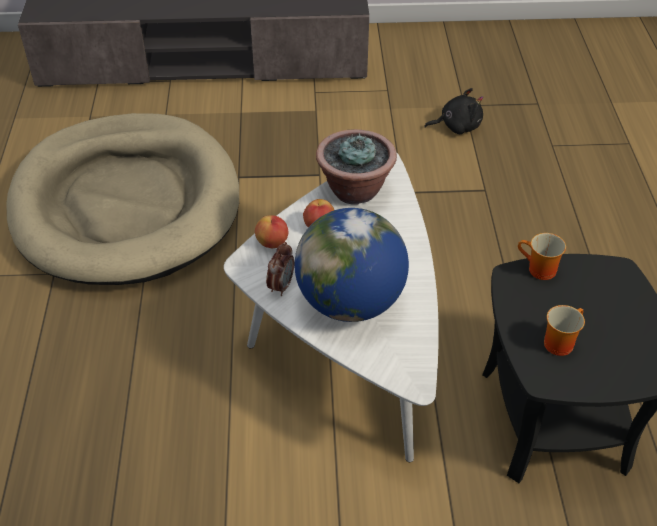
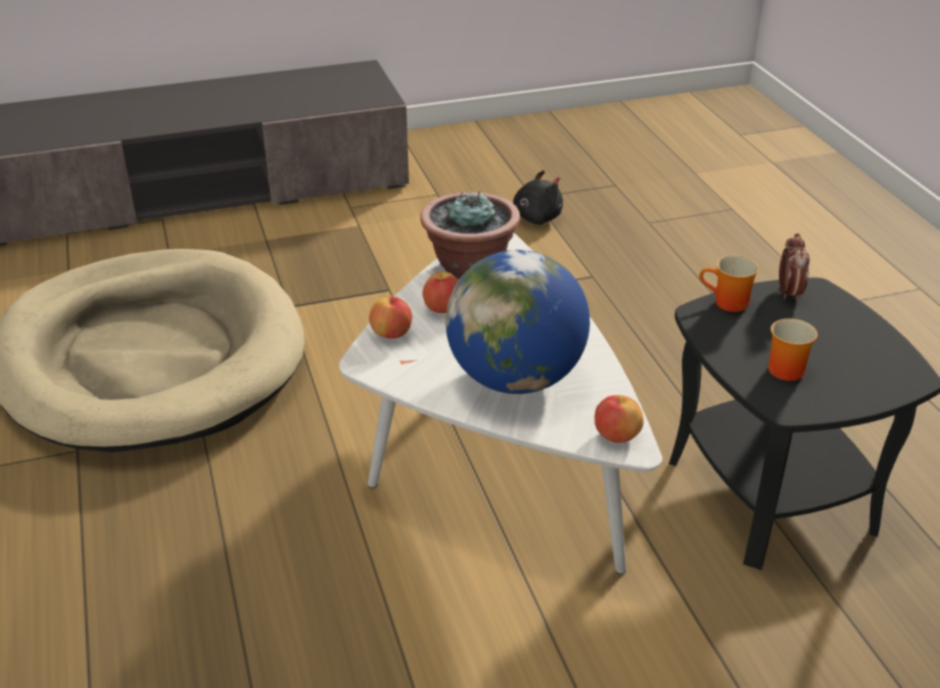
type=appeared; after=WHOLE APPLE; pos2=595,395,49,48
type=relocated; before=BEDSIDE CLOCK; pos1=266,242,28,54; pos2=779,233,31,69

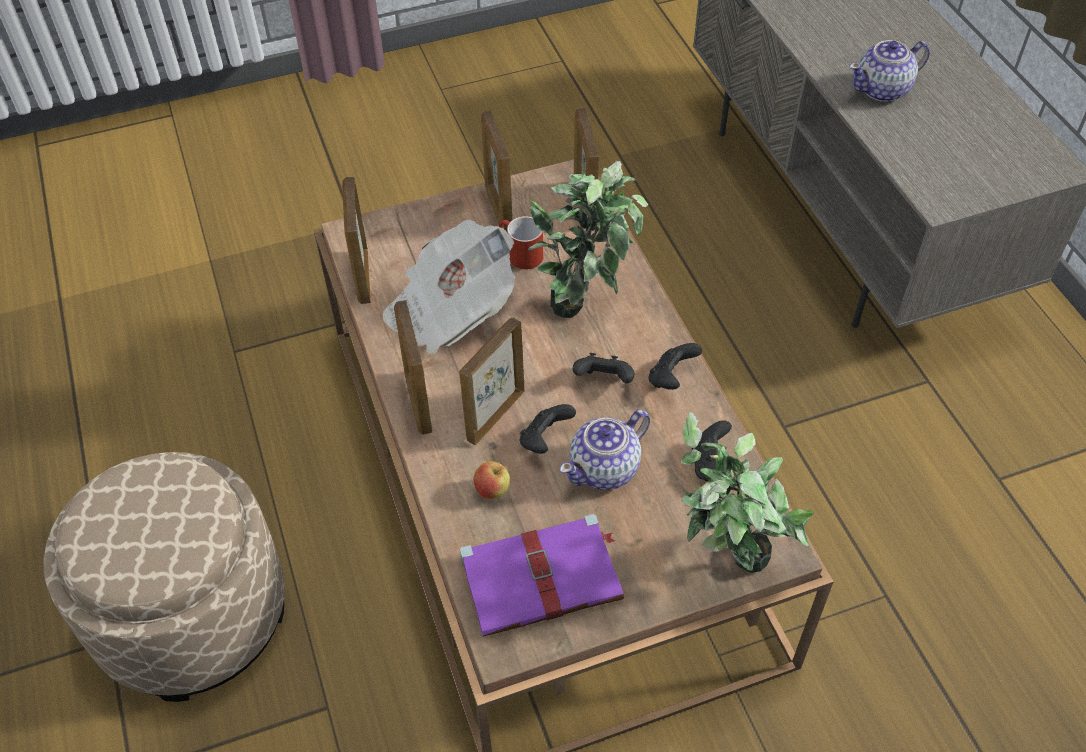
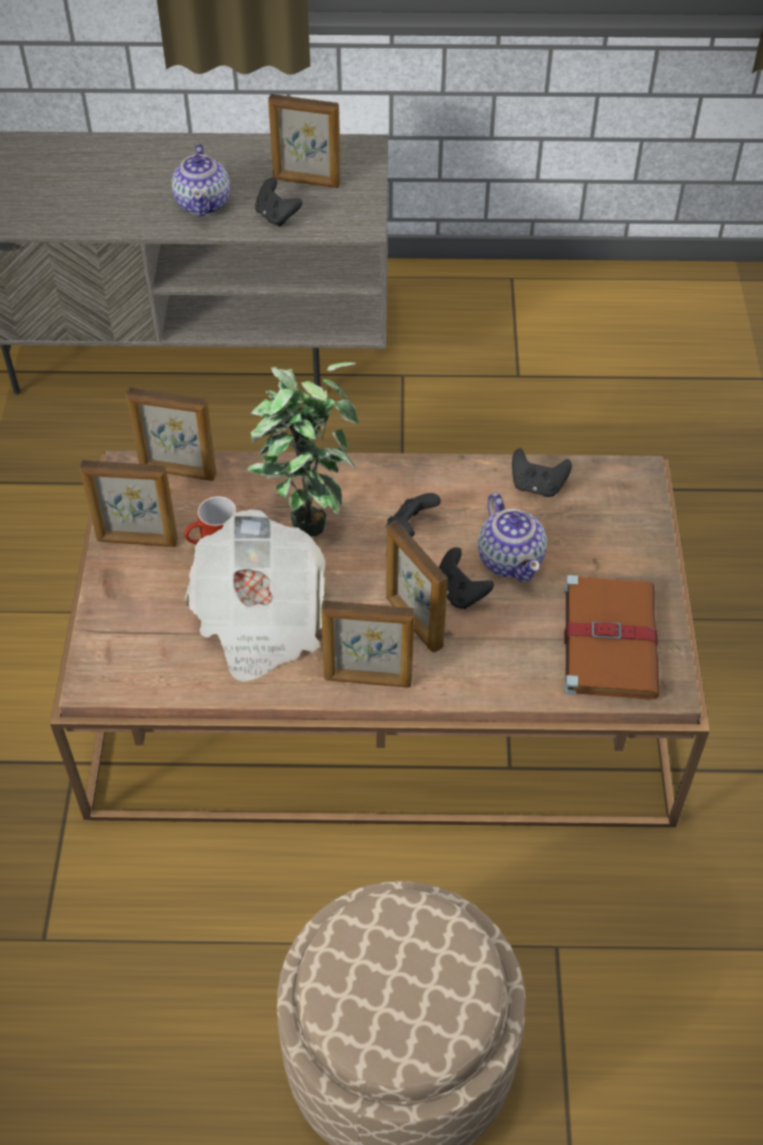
type=missing; before=WHOLE APPLE; pos1=473,461,37,38
type=missing; before=PLANT IN A POT; pos1=681,412,133,161
type=relocated; before=PICTURE FRAME; pos1=342,177,29,127; pos2=268,94,72,94
type=relocated; before=BLACK-COLOURED JOYPAD; pos1=648,343,54,47; pos2=255,177,47,50
type=colour; before=PURPLE-COLOURED BOOK; after=BROWN-COLOURED BOOK; pos1=460,514,164,123; pos2=564,575,95,125

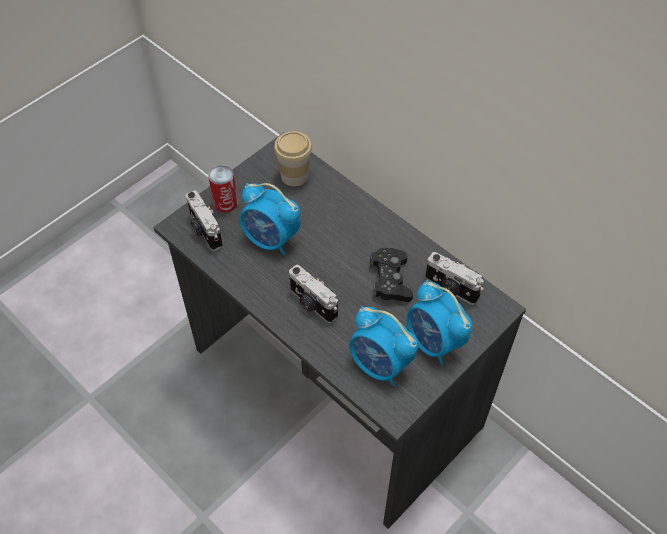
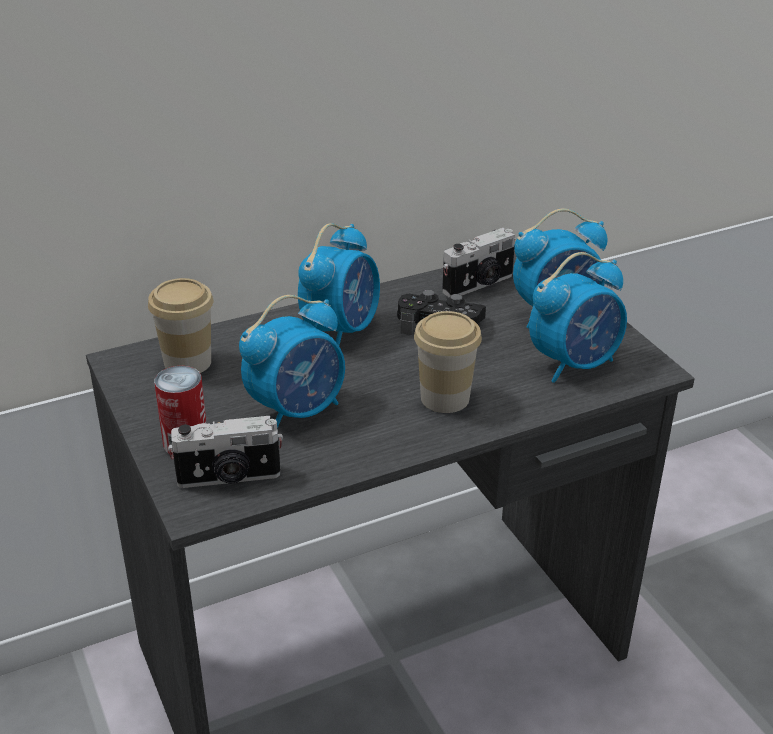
type=appeared; after=BEDSIDE CLOCK; pos2=298,223,82,123
type=exchanged; before=STILL CAMERA; after=DRINKING CUP; pos1=289,265,49,58; pos2=414,311,68,102

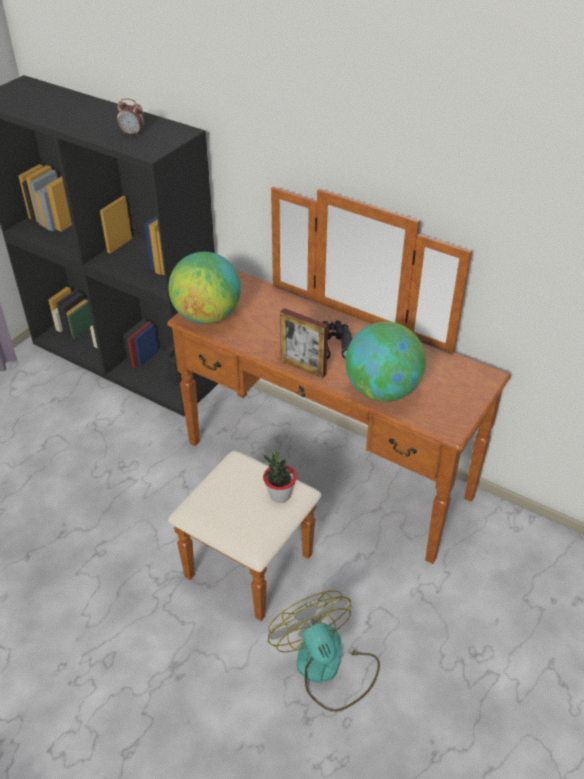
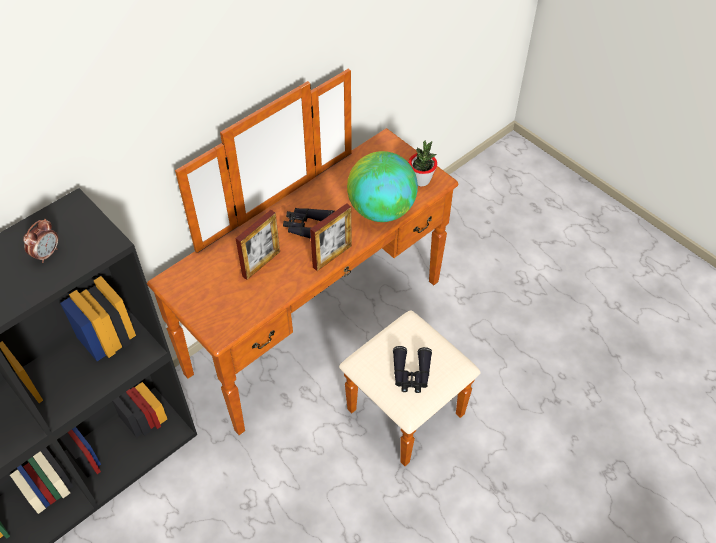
type=missing; before=WORLD GLOBE; pos1=168,252,73,72
type=missing; before=COOLING FAN; pos1=268,591,112,121
type=appeared; after=PICTURE FRAME; pos2=236,210,44,70
type=appeared; after=BLACK-COLOURED BINOCULARS; pos2=393,346,39,47
type=relocated; before=PLANT IN A POT; pos1=263,451,34,52; pos2=408,140,29,46

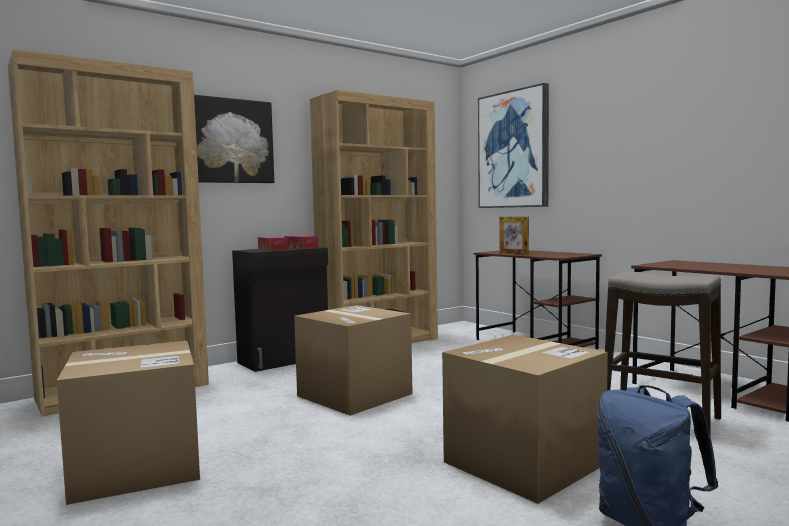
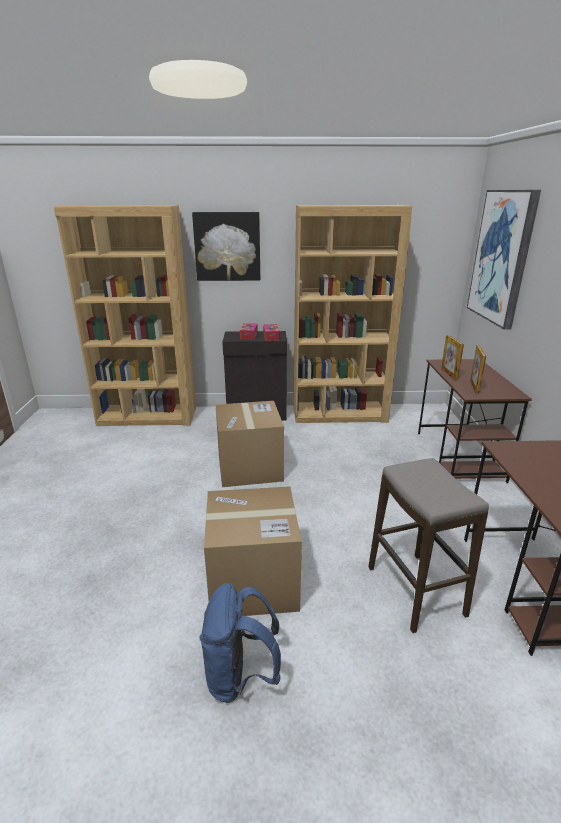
type=missing; before=CARTON; pos1=57,341,143,164
type=appeared; after=PICTURE FRAME; pos2=470,345,16,49

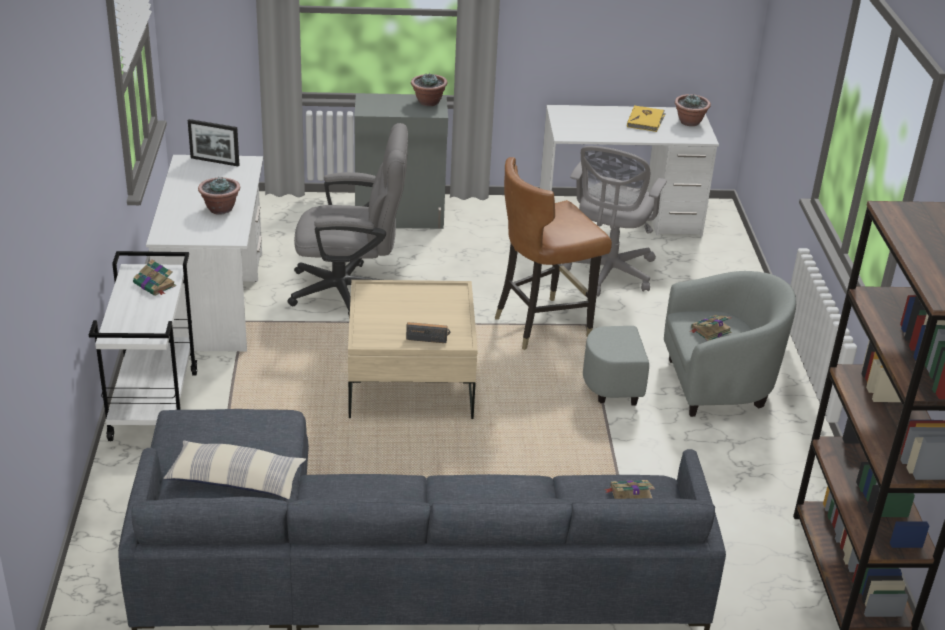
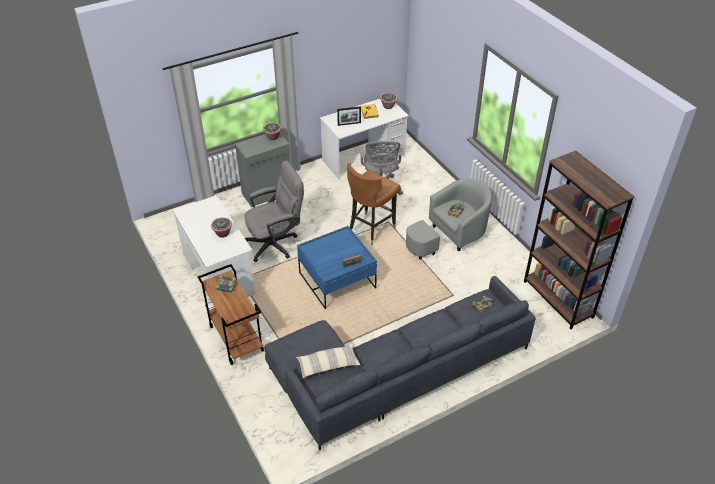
type=relocated; before=PICTURE FRAME; pos1=188,119,51,47; pos2=337,106,24,20
type=colour; before=WHITE WHEELED CART; after=BROWN-COLOURED WHEELED CART; pos1=89,251,108,190; pos2=198,264,66,101
type=colour; before=BEIGE-COLOURED COFFEE TABLE; after=BLUISH COFFEE TABLE; pos1=348,280,130,139; pos2=297,226,80,84

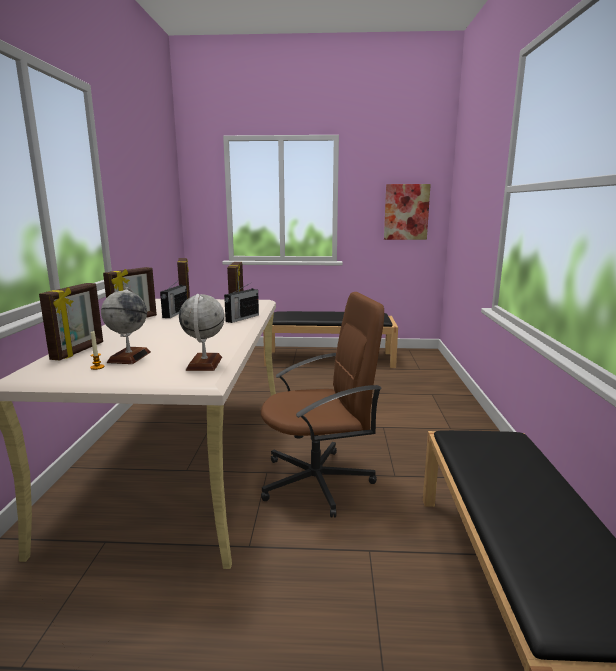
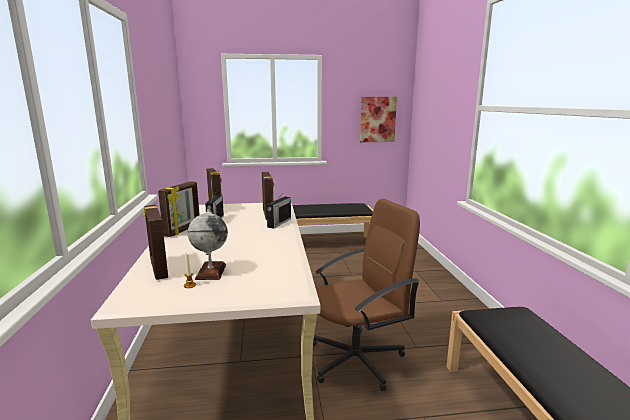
type=missing; before=WORLD GLOBE; pos1=179,294,46,77
type=spun; before=PICTURE FRAME; pos1=39,283,64,78; pos2=143,205,25,75; turn=150

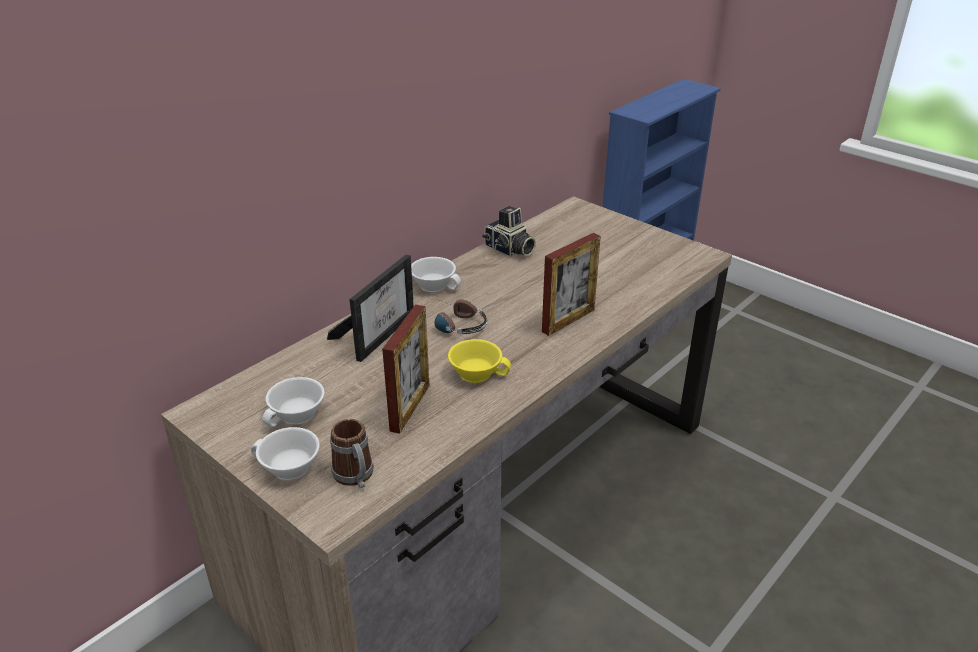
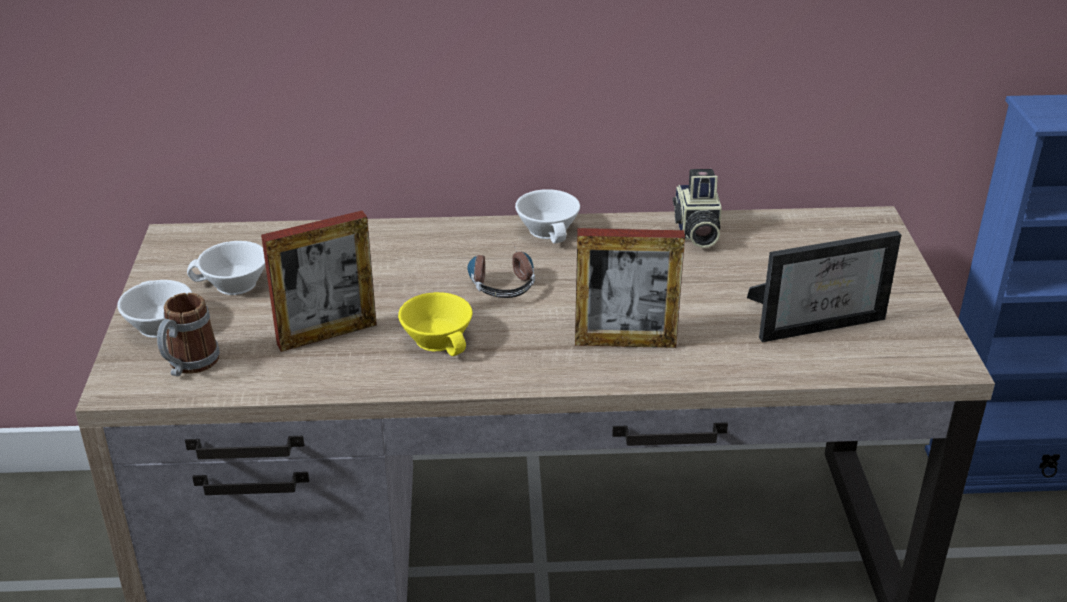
type=relocated; before=PICTURE FRAME; pos1=327,254,87,108; pos2=747,231,154,111

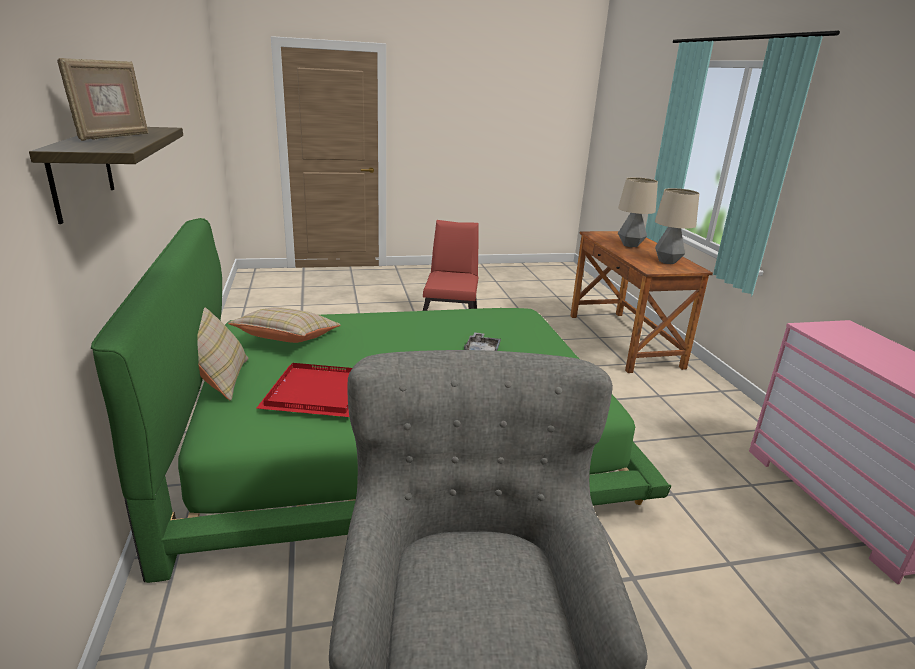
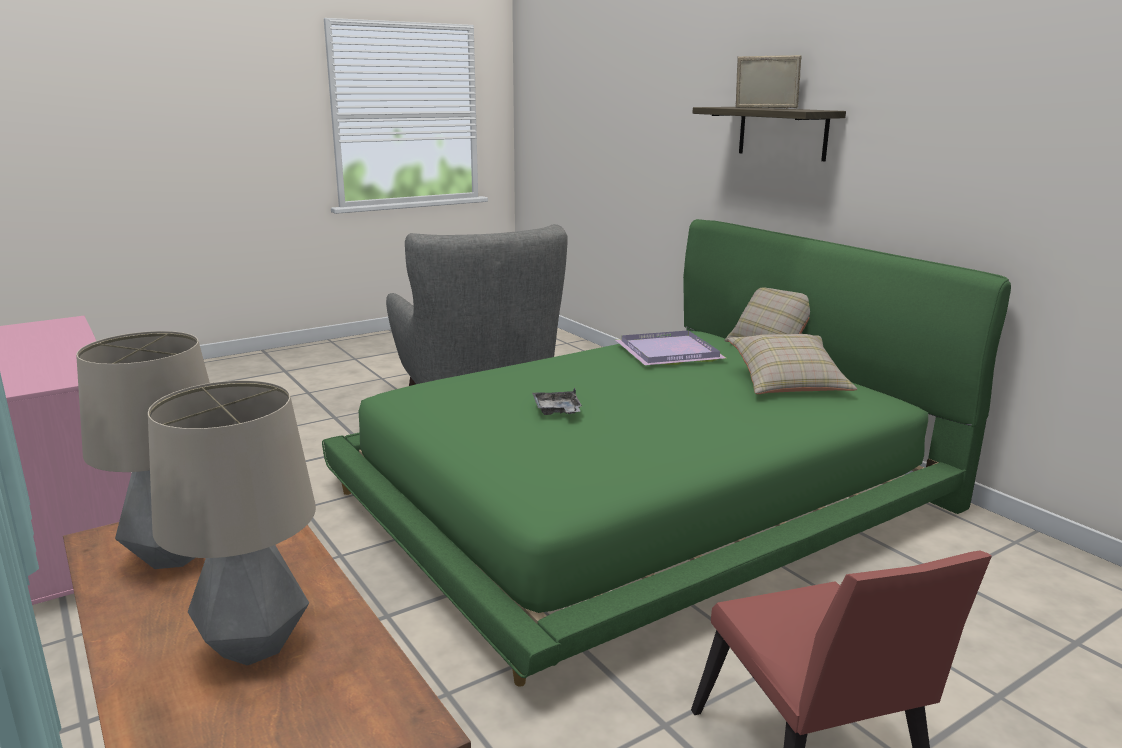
type=colour; before=RED TRAY; after=PURPLE-COLOURED TRAY; pos1=256,363,96,54; pos2=616,330,110,35
type=spun; before=PICTURE FRAME; pos1=57,58,91,83; pos2=735,55,67,53; turn=120

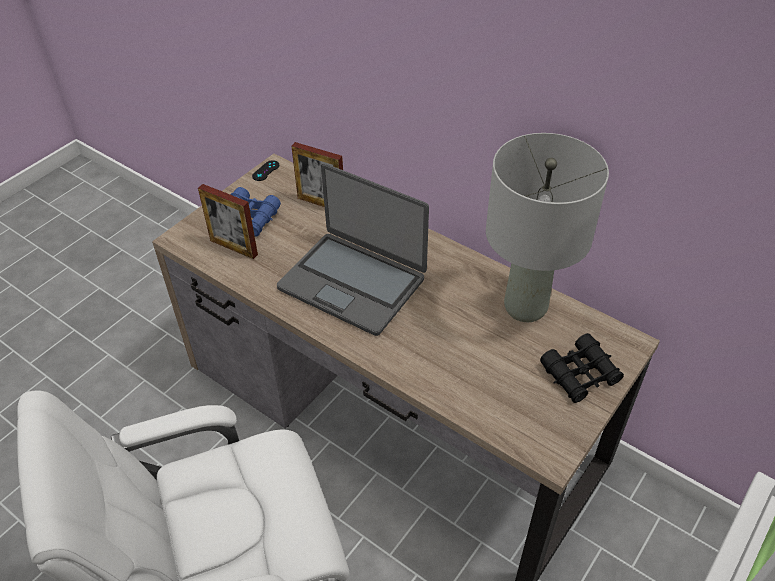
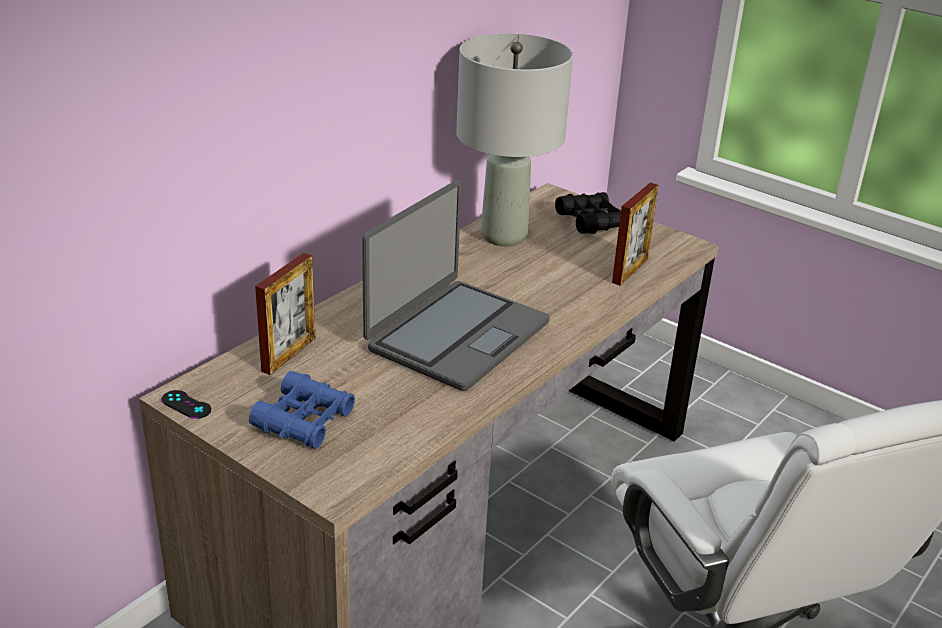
type=relocated; before=PICTURE FRAME; pos1=198,184,60,75; pos2=612,183,47,102

